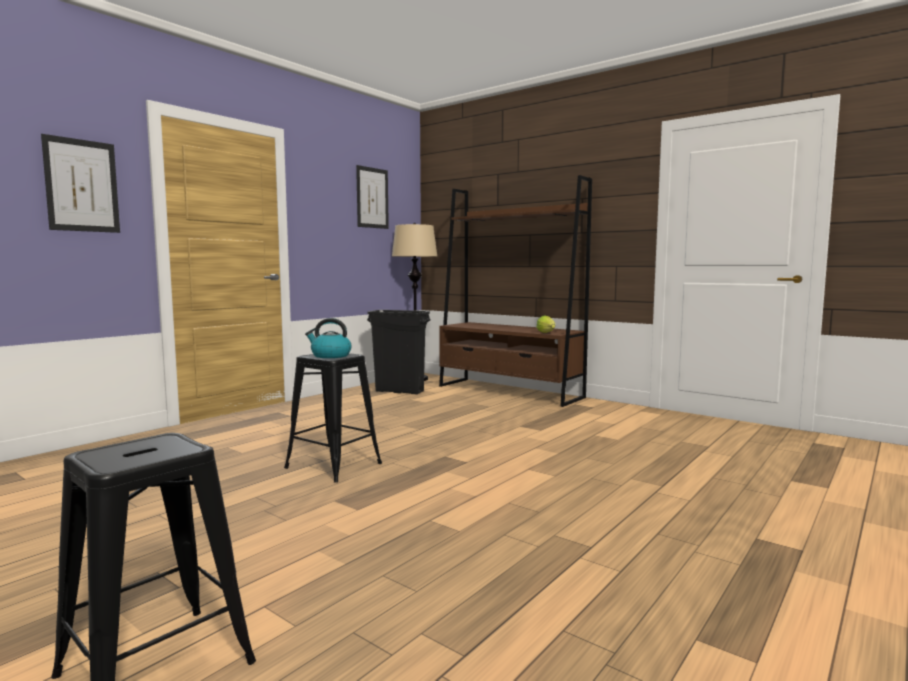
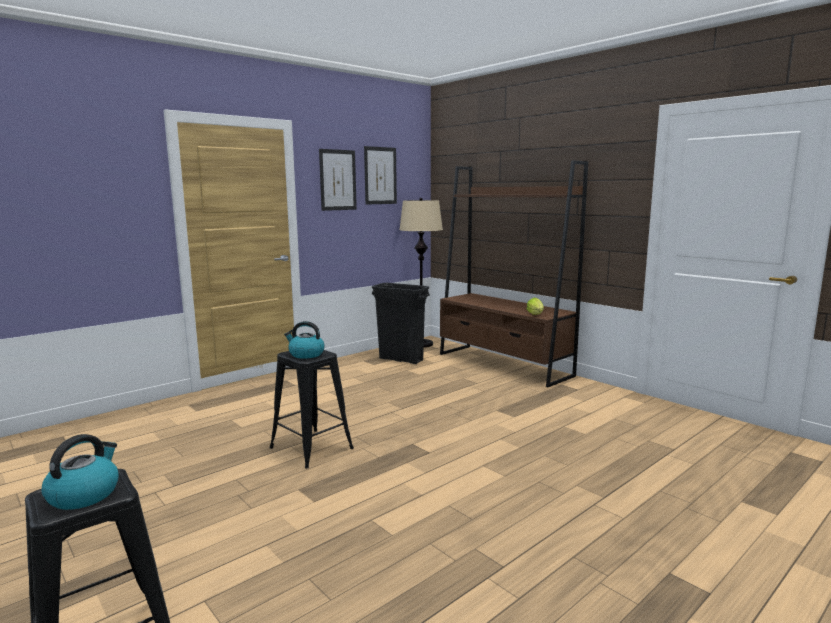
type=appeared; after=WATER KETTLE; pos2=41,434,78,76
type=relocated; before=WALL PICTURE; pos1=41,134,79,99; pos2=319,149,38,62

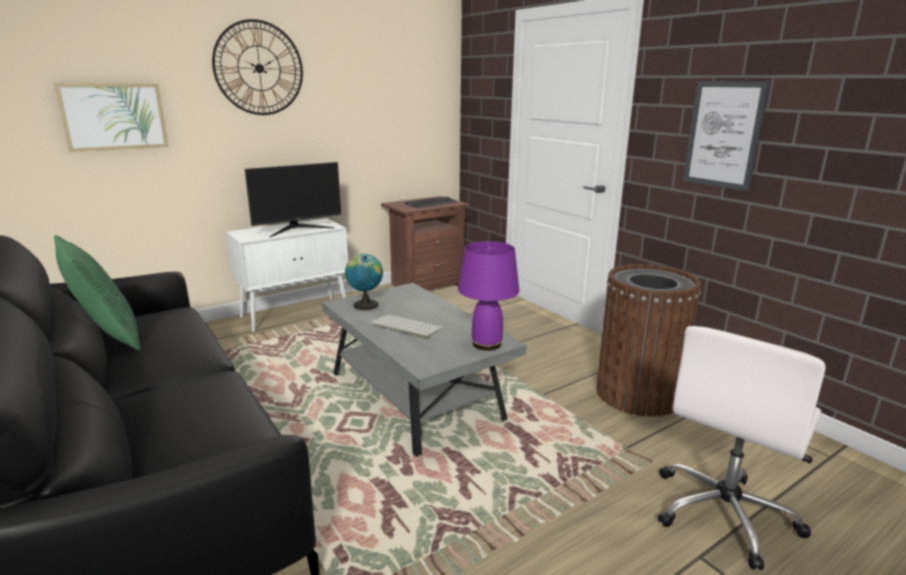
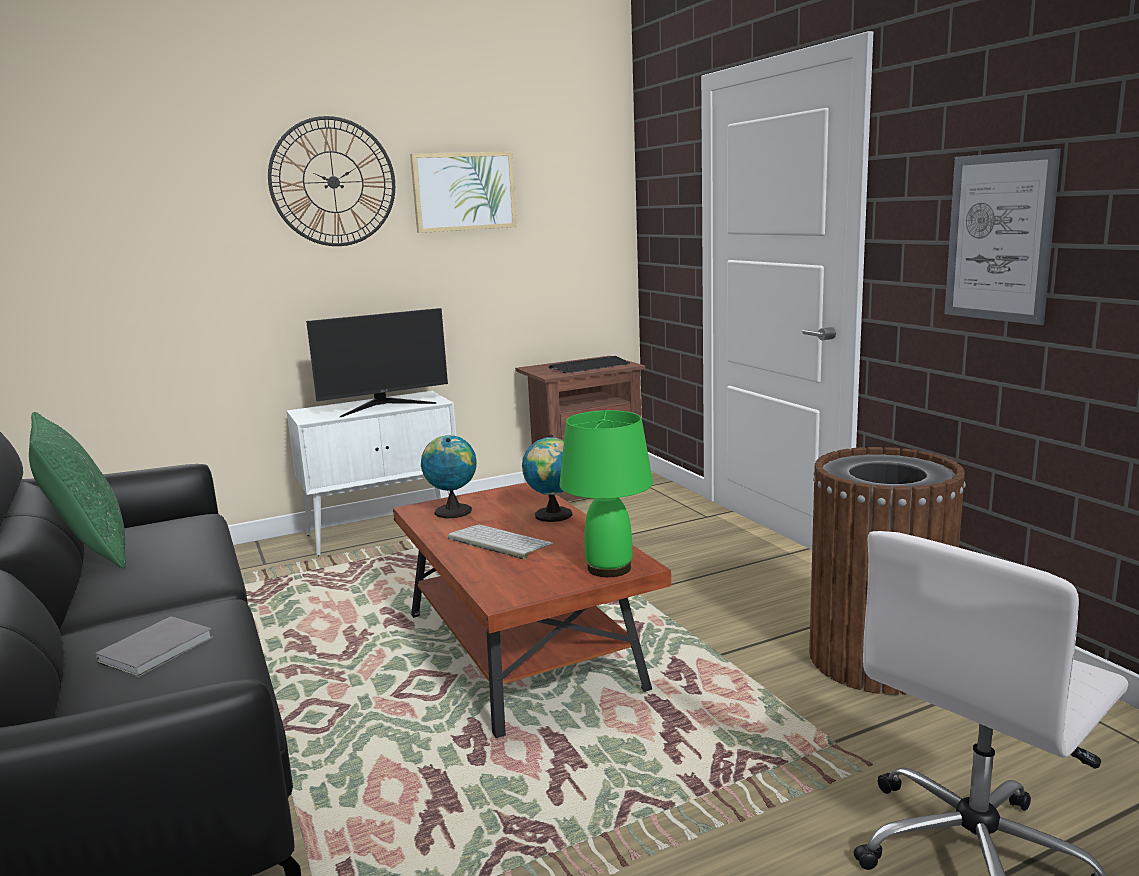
type=appeared; after=GREYISH BOOK; pos2=95,616,118,61
type=appeared; after=WORLD GLOBE; pos2=522,435,50,87
type=relocated; before=WALL PICTURE; pos1=54,83,115,69; pos2=410,151,107,82
type=colour; before=GREYISH COFFEE TABLE; after=BROWN-COLOURED COFFEE TABLE; pos1=322,283,205,174; pos2=393,482,278,256
type=colour; before=PURPLE-COLOURED TABLE LAMP; after=GREEN TABLE LAMP; pos1=458,241,61,110; pos2=559,410,94,167

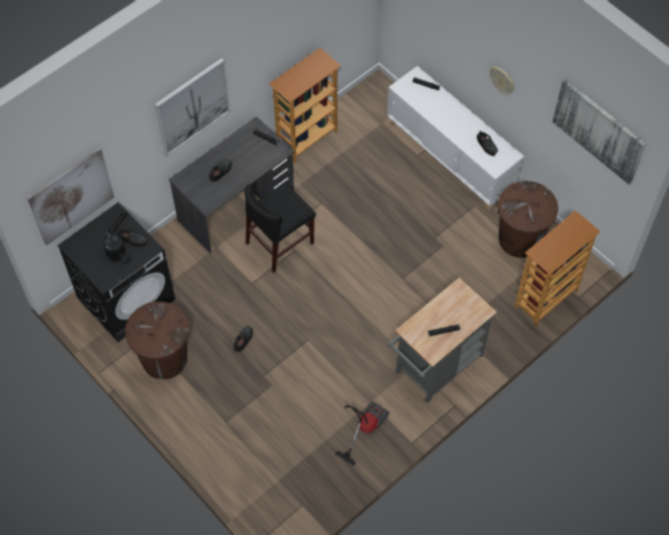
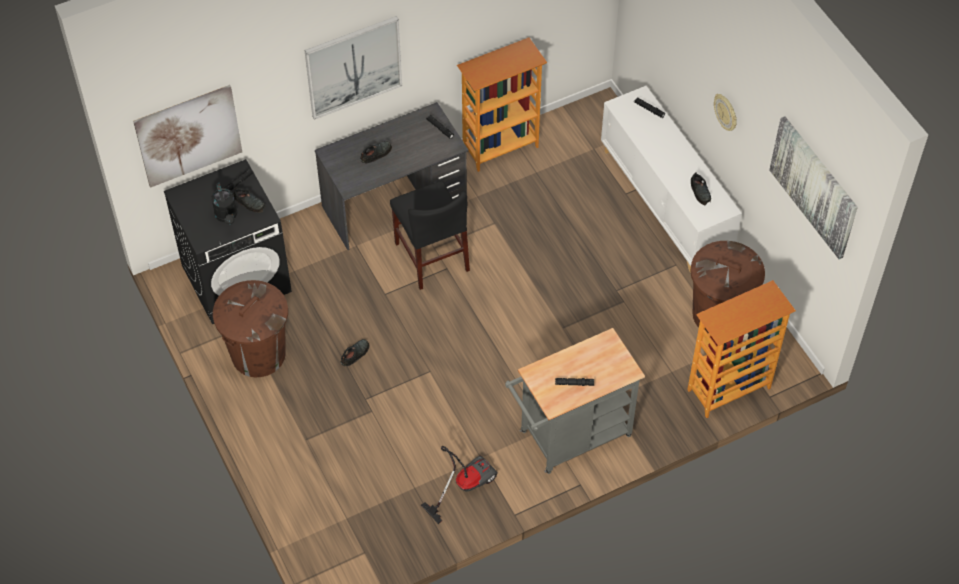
type=spun; before=BLACK-COLOURED UPRIGHT CHAIR; pos1=245,182,71,91; pos2=390,181,80,109; turn=-90

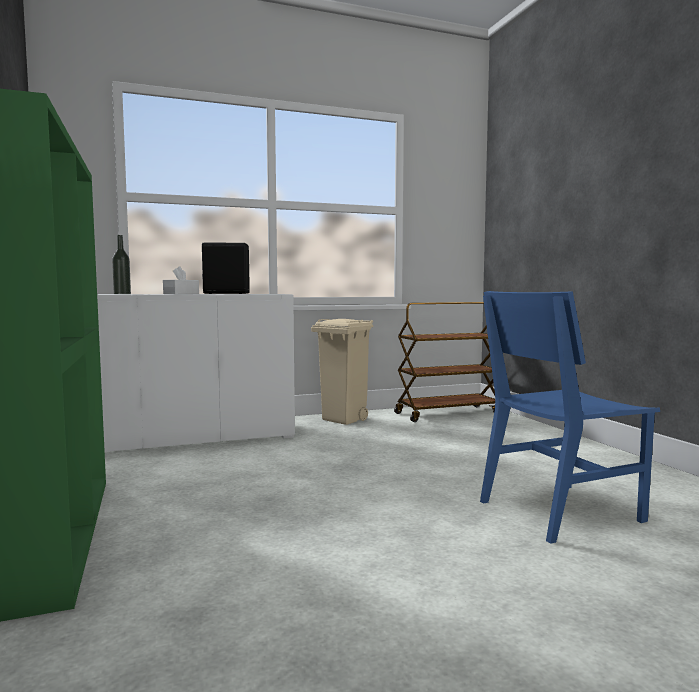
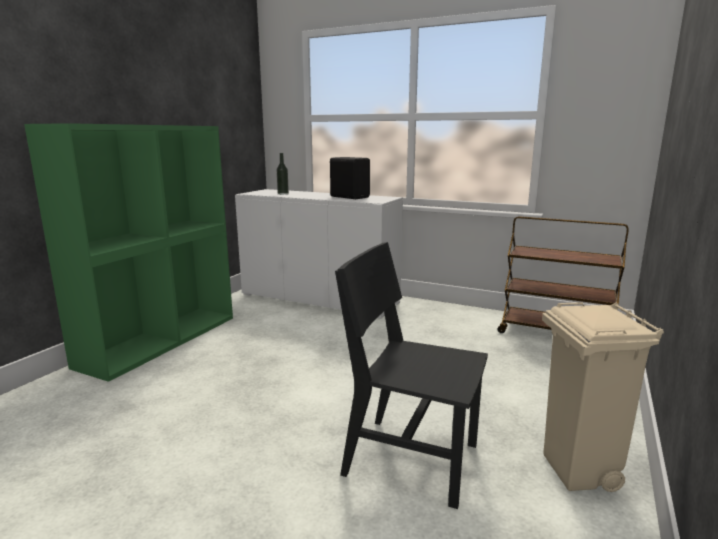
type=missing; before=WHITE TISSUE BOX; pos1=163,266,36,28
type=relocated; before=BEIGE-COLOURED WASTE BIN; pos1=311,318,62,107; pos2=542,302,122,190
type=colour; before=BLUISH UPRIGHT CHAIR; after=BLACK-COLOURED UPRIGHT CHAIR; pos1=480,291,180,253; pos2=335,242,153,267

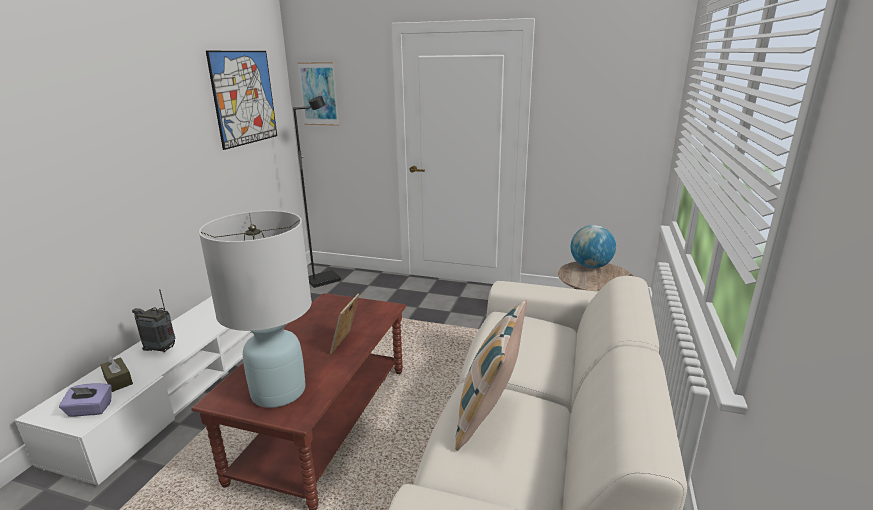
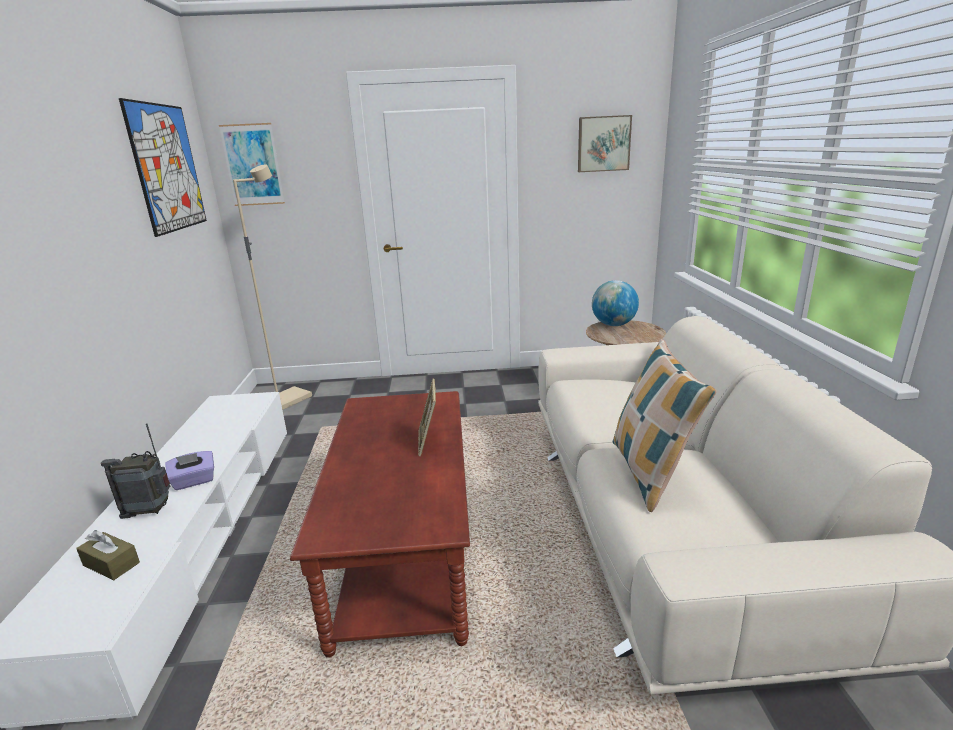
type=missing; before=WHITE TABLE LAMP; pos1=199,210,113,198
type=appeared; after=WALL PICTURE; pos2=578,115,54,57
type=relocated; before=PURPLE-COLOURED TISSUE BOX; pos1=59,383,53,34; pos2=165,451,49,39
type=colour; before=BLACK-COLOURED STANDARD LAMP; after=BEIGE-COLOURED STANDARD LAMP; pos1=293,96,48,192; pos2=233,164,79,246

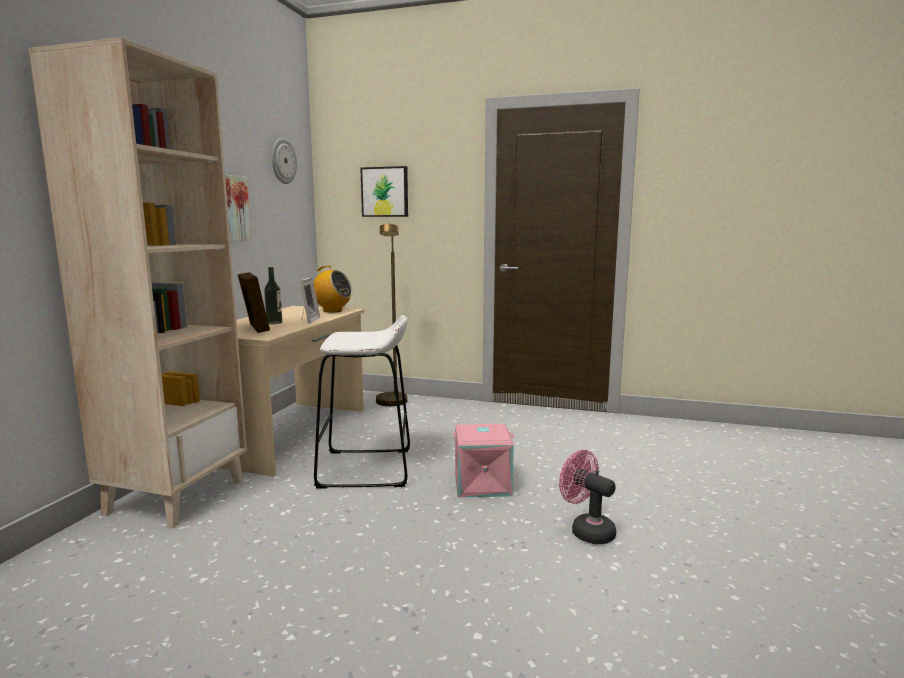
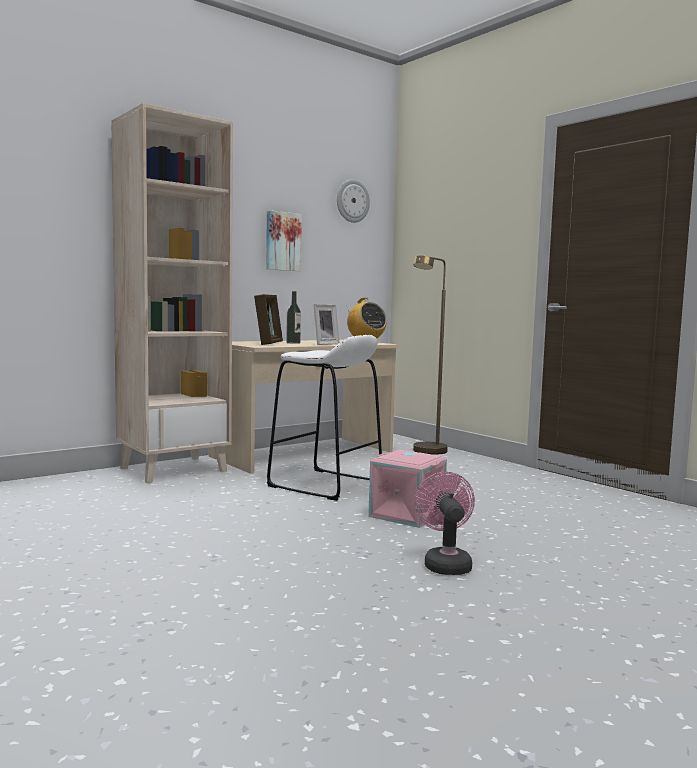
type=missing; before=WALL PICTURE; pos1=360,166,48,51

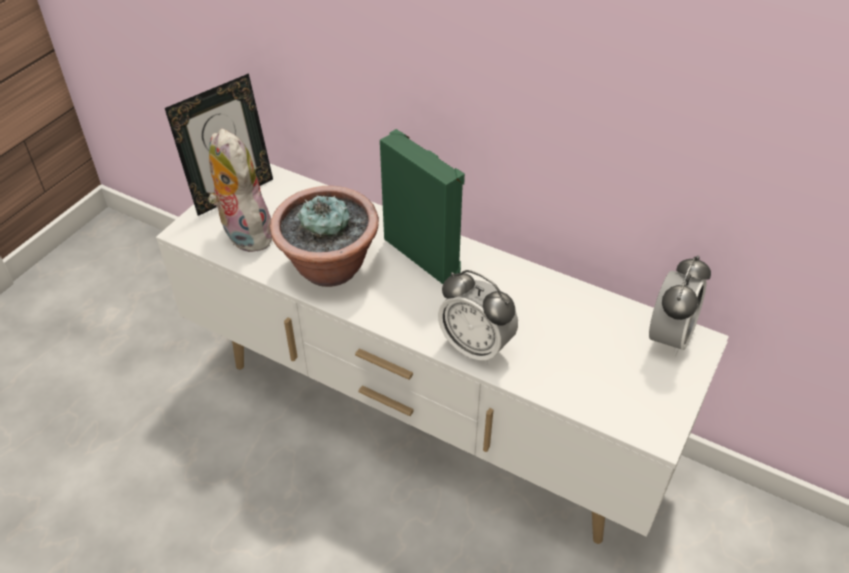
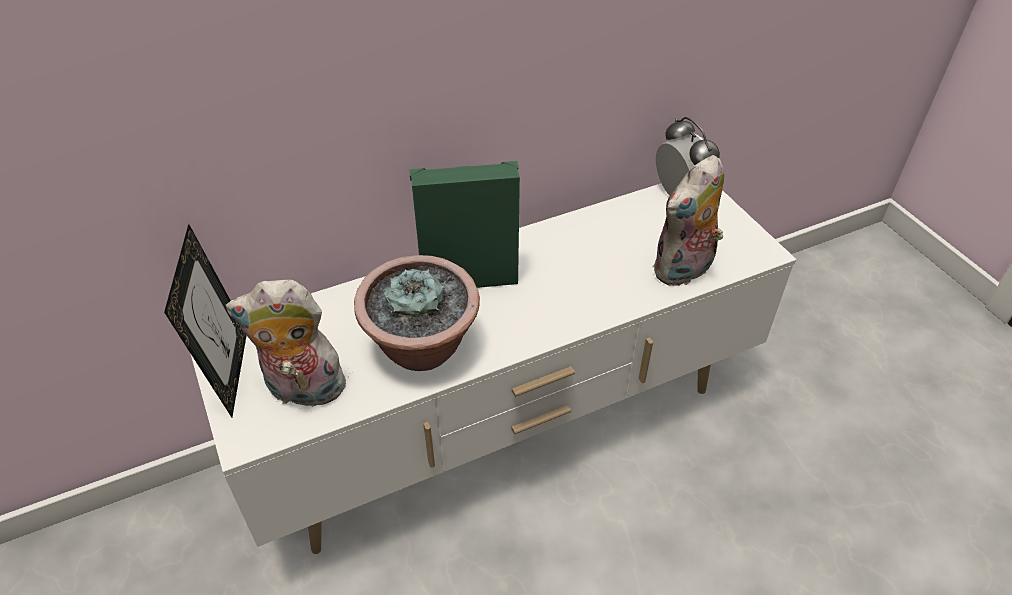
type=missing; before=BEDSIDE CLOCK; pos1=438,270,80,95
type=appeared; after=SOFT TOY; pos2=653,155,71,131

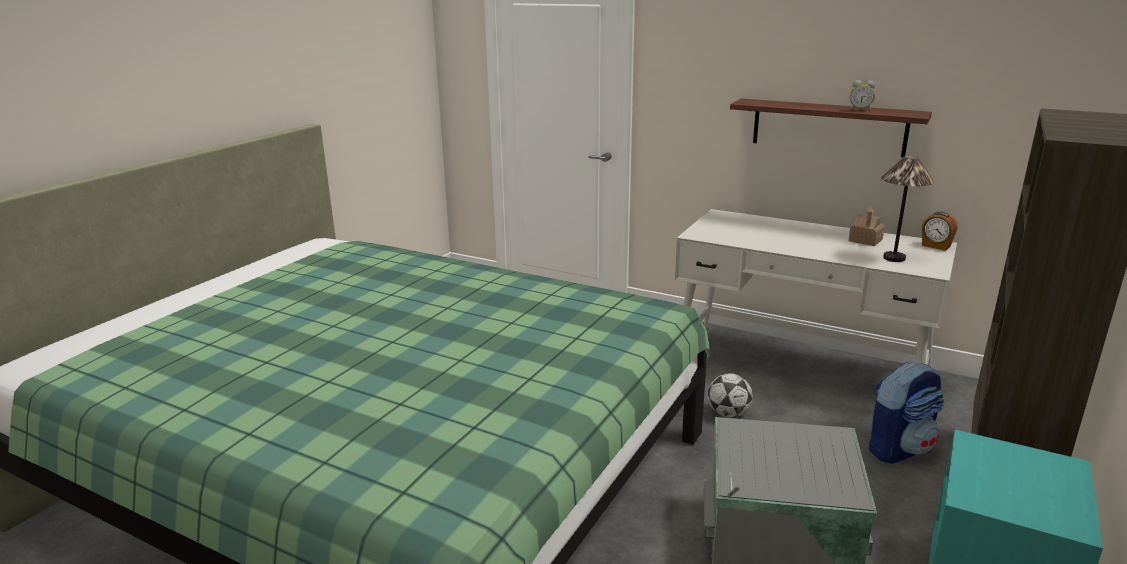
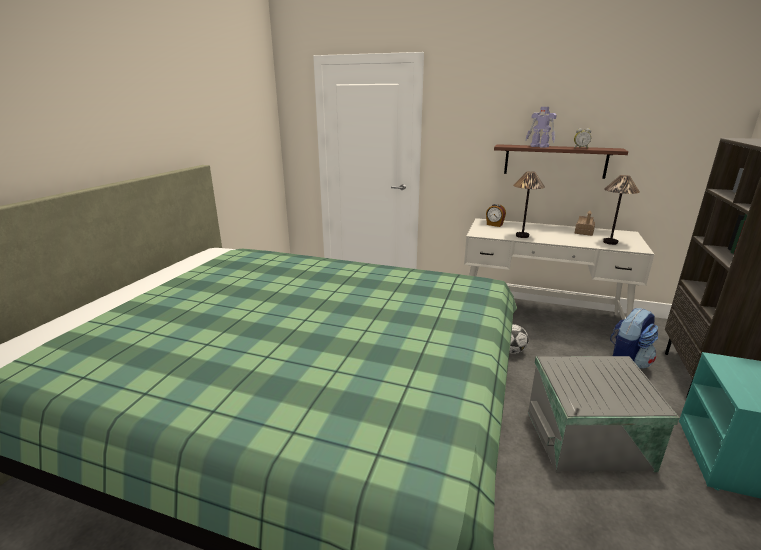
type=appeared; after=TABLE LAMP; pos2=513,171,32,67
type=appeared; after=TOY ROBOT; pos2=525,107,32,41
type=relocated; before=BEDSIDE CLOCK; pos1=922,211,36,40; pos2=486,204,20,23

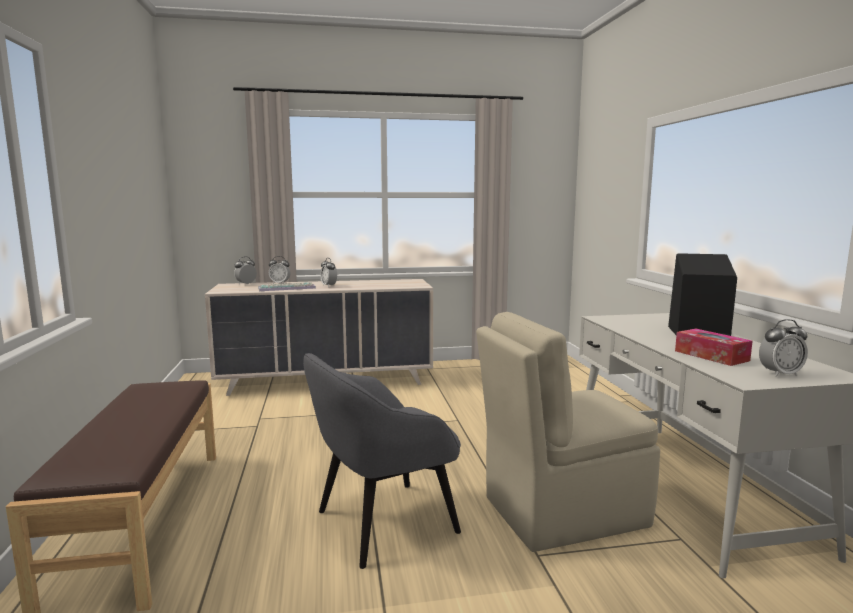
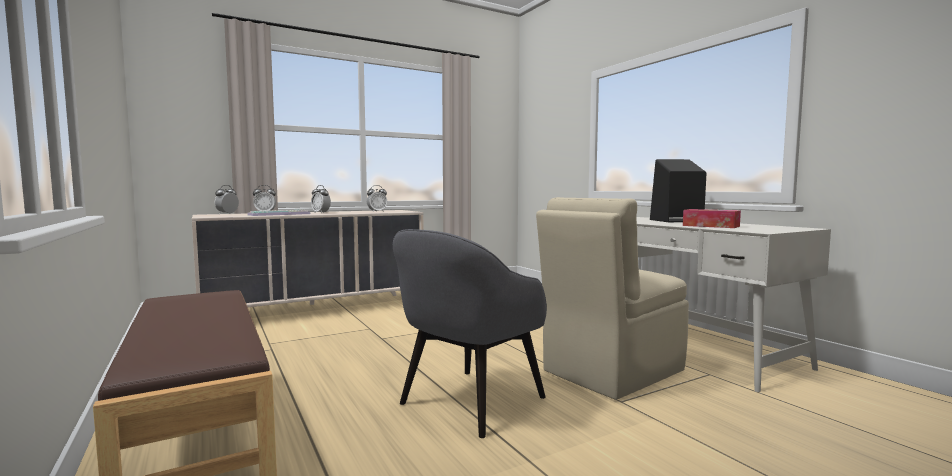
type=relocated; before=BEDSIDE CLOCK; pos1=759,319,49,58; pos2=367,185,20,27

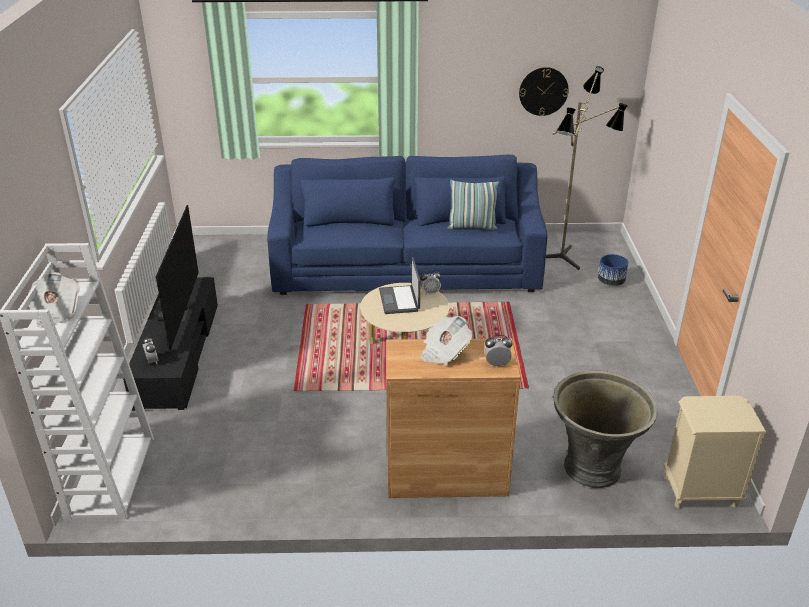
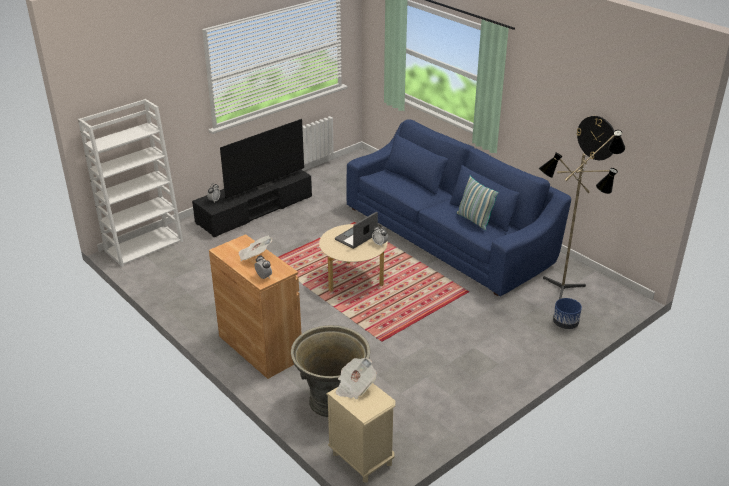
type=relocated; before=NEWSPAPER; pos1=29,272,51,56; pos2=335,358,42,41

